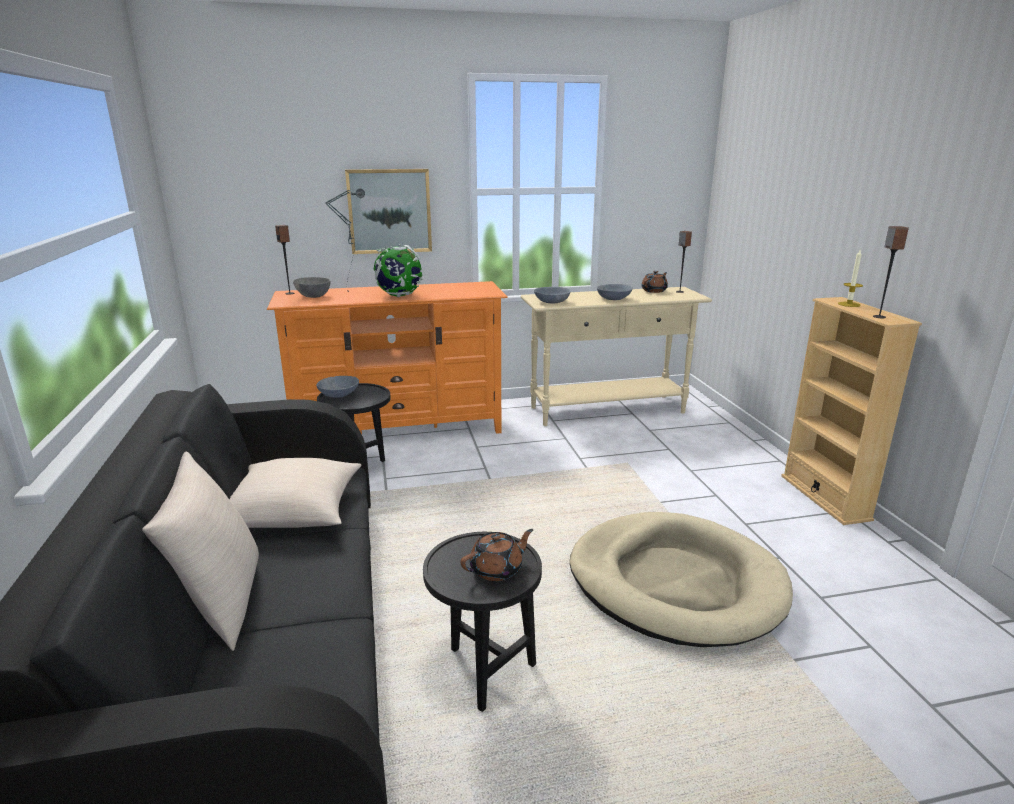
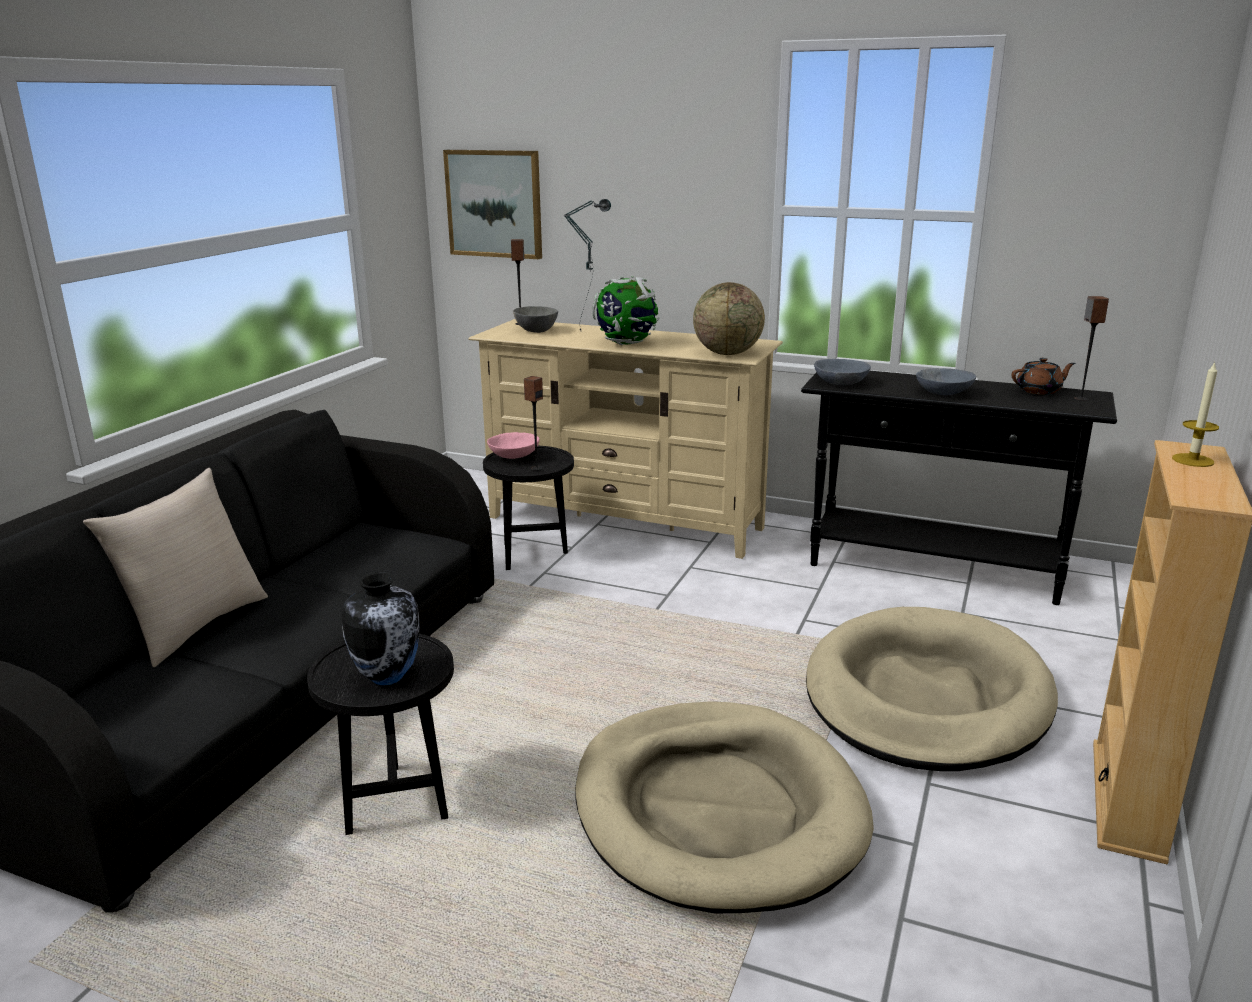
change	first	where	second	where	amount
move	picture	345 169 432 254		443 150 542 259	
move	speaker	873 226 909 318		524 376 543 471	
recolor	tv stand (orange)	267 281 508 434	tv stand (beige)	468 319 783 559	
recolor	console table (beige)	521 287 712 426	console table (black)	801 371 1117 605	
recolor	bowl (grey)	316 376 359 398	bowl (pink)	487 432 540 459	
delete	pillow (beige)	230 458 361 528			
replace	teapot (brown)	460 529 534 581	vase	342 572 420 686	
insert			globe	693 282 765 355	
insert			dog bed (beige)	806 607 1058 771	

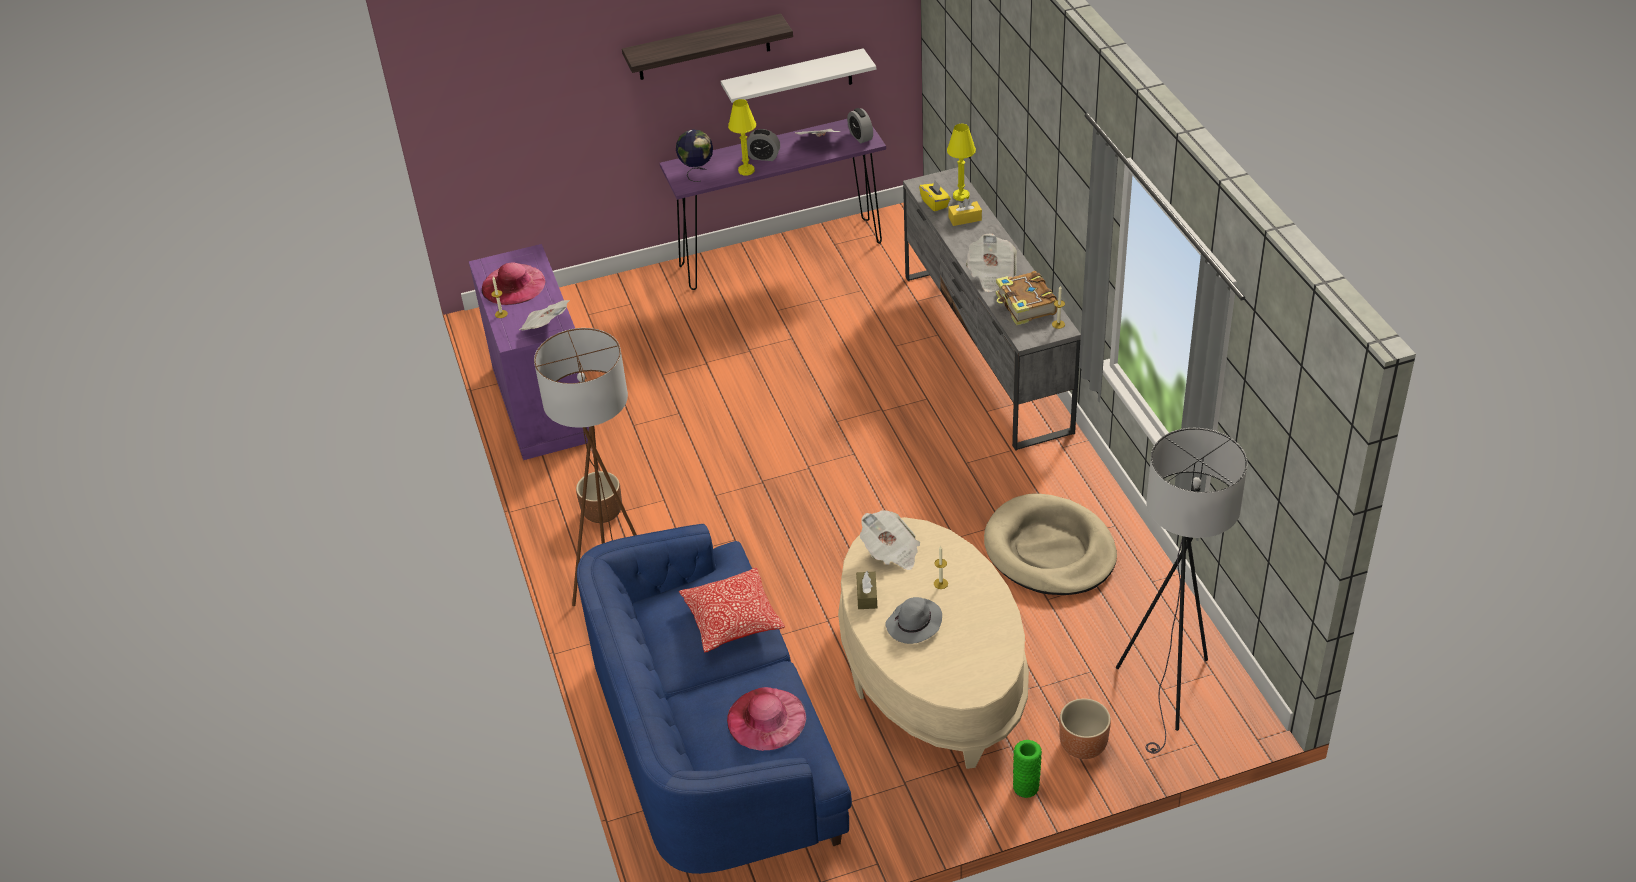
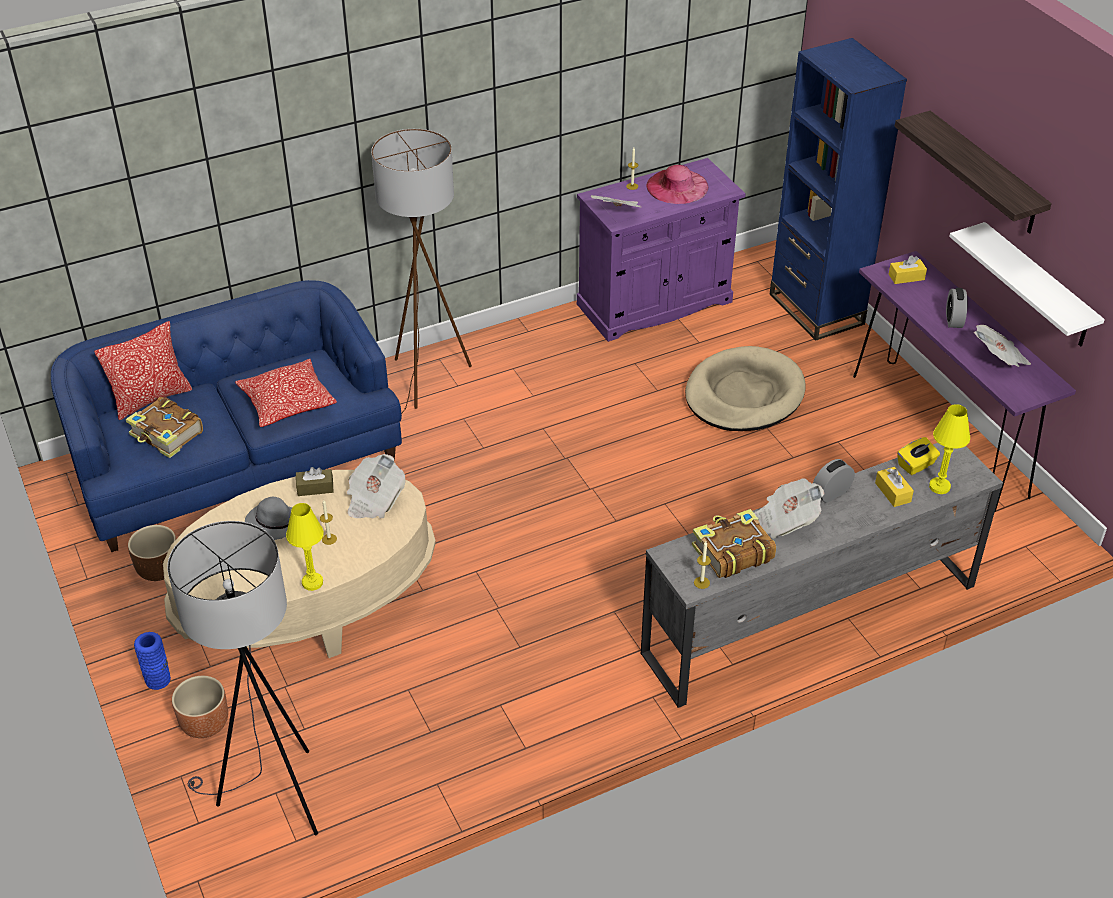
change	first	where	second	where	amount
move	table lamp (yellow)	728 99 756 175		286 503 324 591	
move	alarm clock	847 108 873 143		813 459 855 503	
replace	globe	676 129 713 182	tissue box (yellow)	889 255 927 284	
move	planter (brown)	576 471 622 523		128 525 176 581	
move	dog bed (beige)	984 494 1117 595		685 346 805 431	
replace	hat (pink)	727 687 806 751	book	126 397 203 458	
recolor	vase (green)	1013 740 1042 798	vase (blue)	134 632 171 690	
insert			bookcase (blue)	770 38 907 341	
insert			pillow	94 321 192 420	

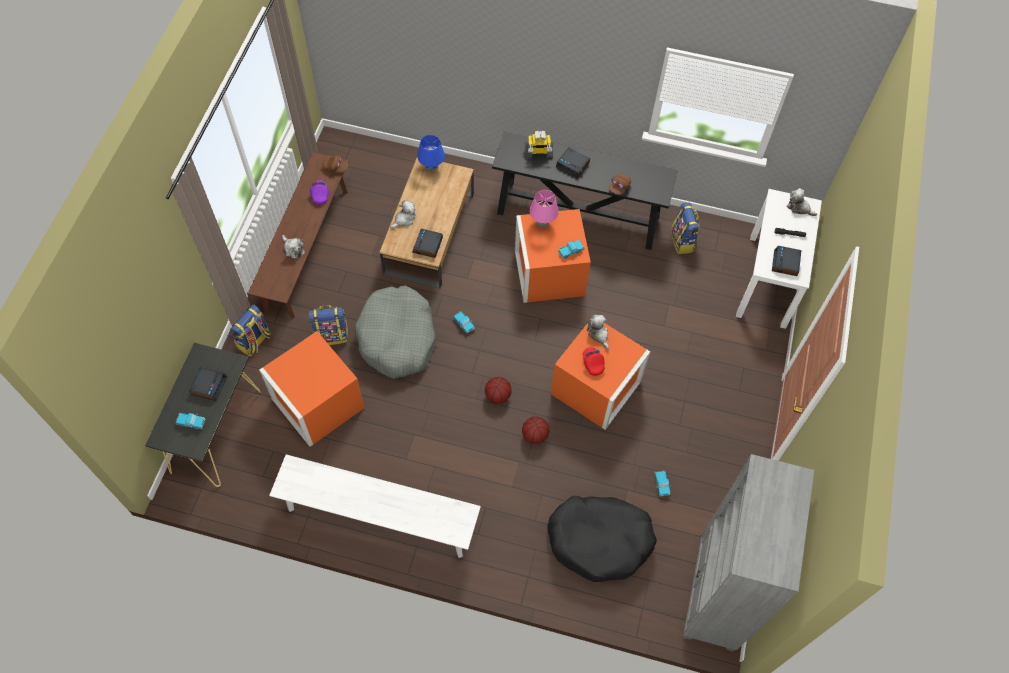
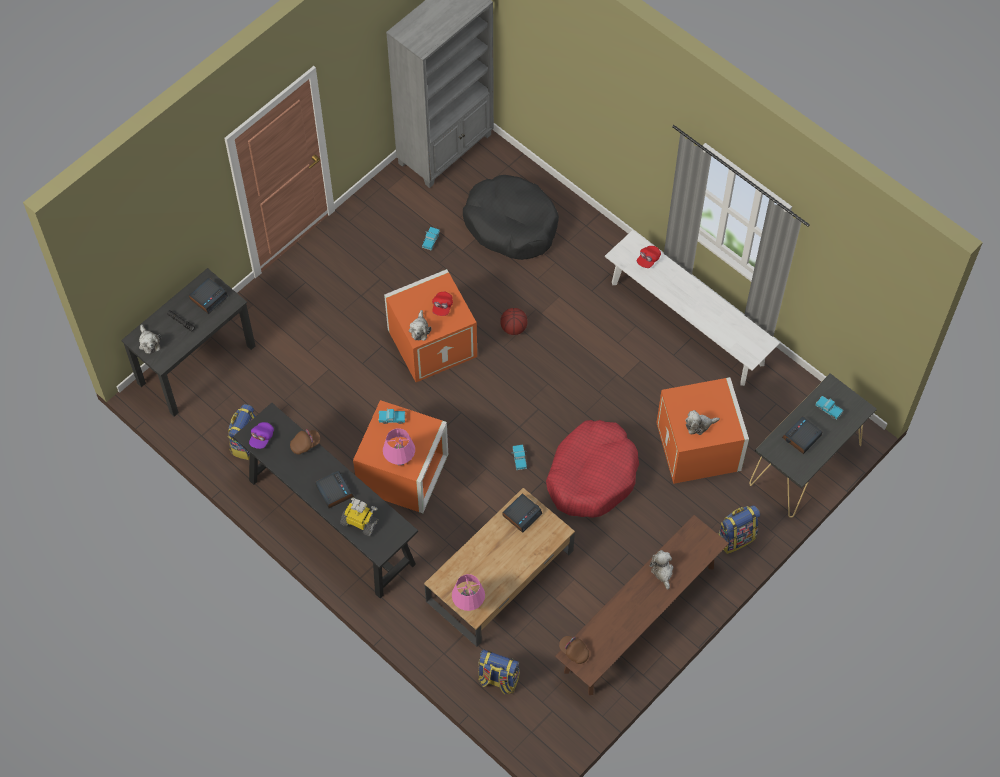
change	first	where	second	where	amount
recolor	table lamp (blue)	417 135 445 172	table lamp (pink)	452 574 485 611	
move	cap (purple)	310 180 329 205		249 422 274 449	
recolor	desk (white)	736 189 822 329	desk (black)	121 268 255 417	
move	plush toy	390 200 416 229		685 410 720 435	
recolor	dog bed (grey)	355 285 437 379	dog bed (red)	546 420 639 518	
move	backpack	308 305 348 345		478 650 520 695	
delete	basketball	485 377 512 404			
insert			cap (red)	637 246 661 268	

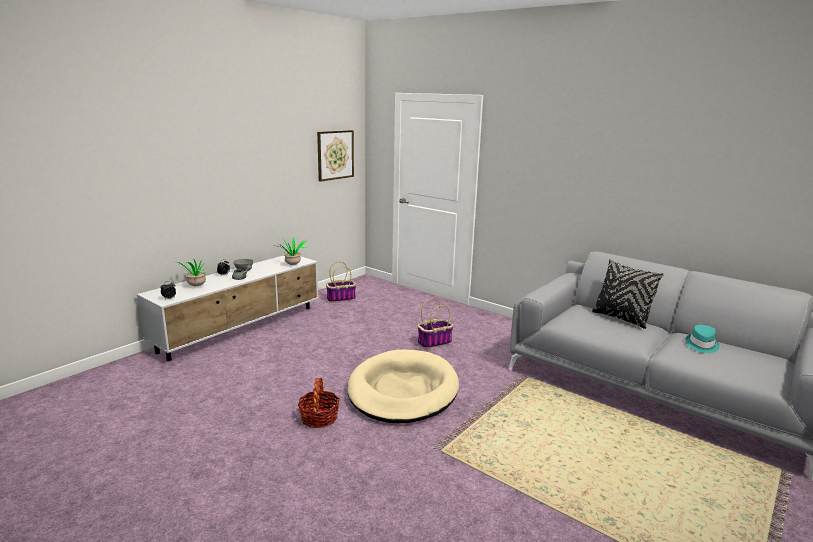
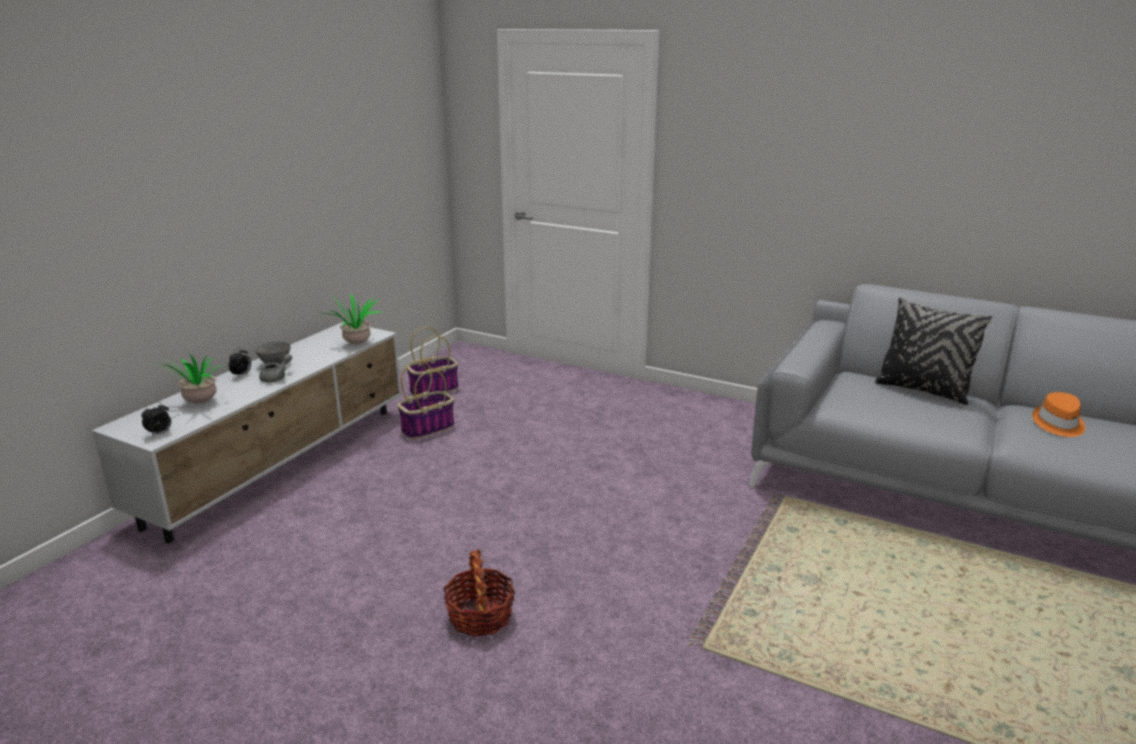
change	first	where	second	where	amount
delete	picture	317 130 354 182			
move	basket	418 298 453 349		397 360 454 440	
recolor	hat (turquoise)	685 325 719 353	hat (orange)	1032 392 1085 437	
delete	dog bed (beige)	347 349 459 423			

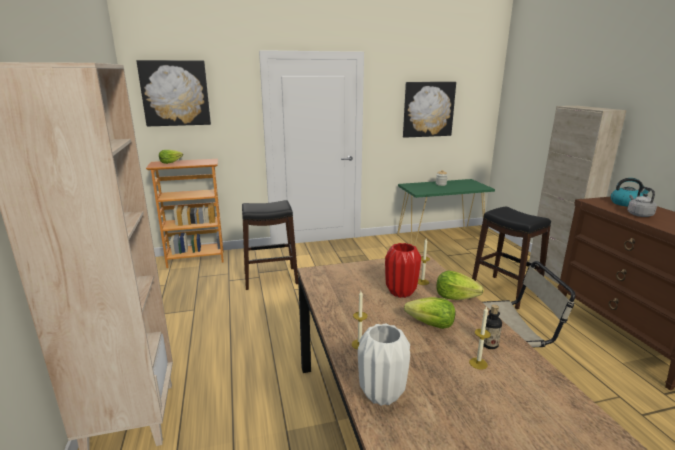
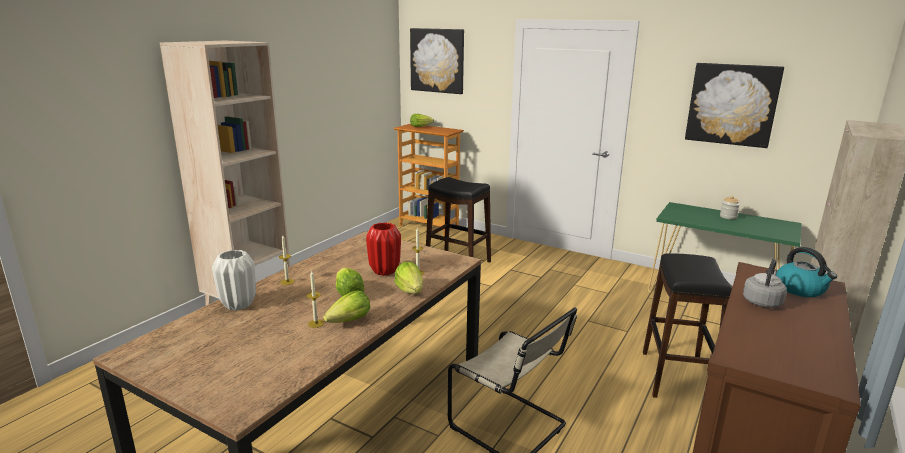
change	first	where	second	where	amount
replace	bottle	483 305 502 349	lettuce	323 291 370 323	

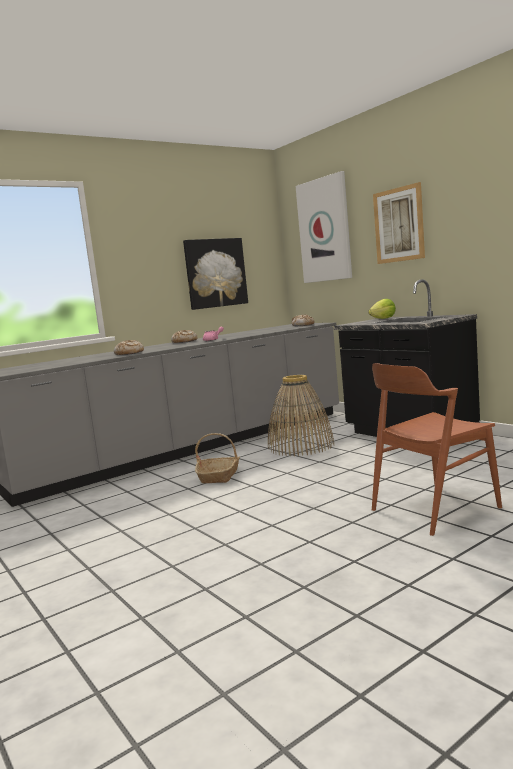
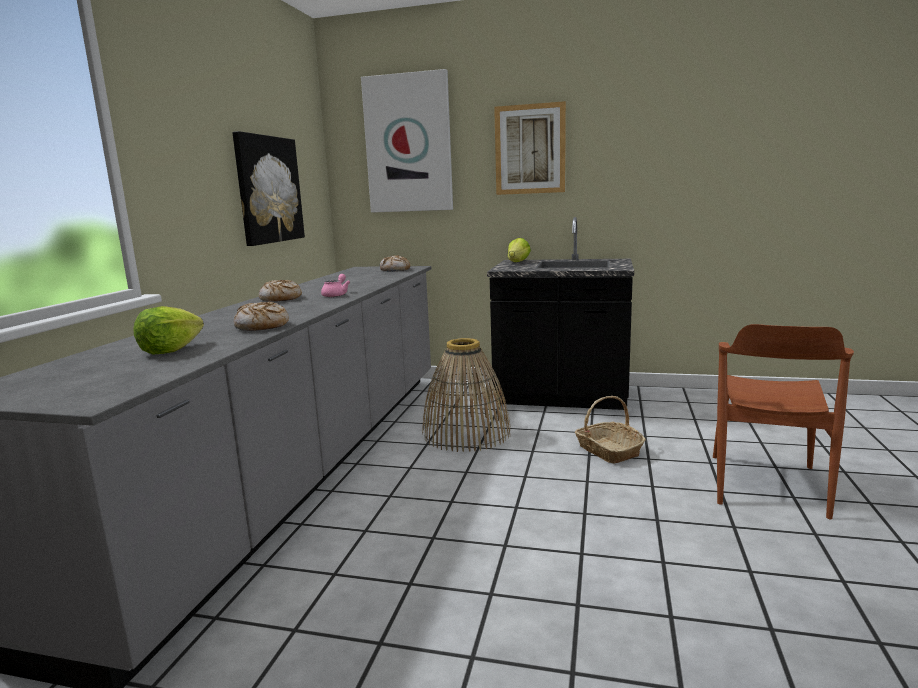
change	first	where	second	where	amount
move	basket	195 433 240 483		575 396 646 464	
insert			lettuce	134 306 204 355	

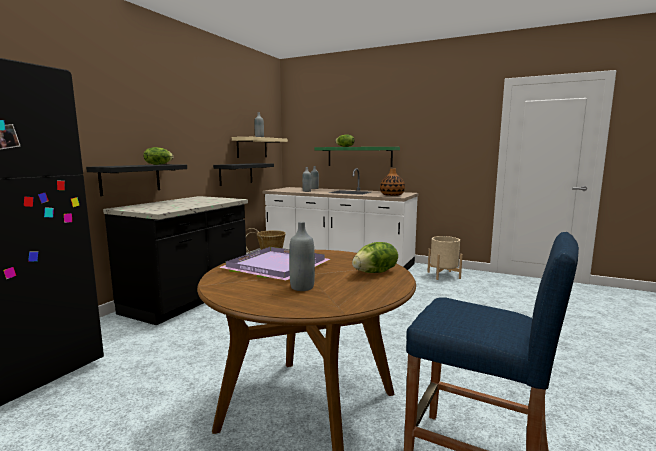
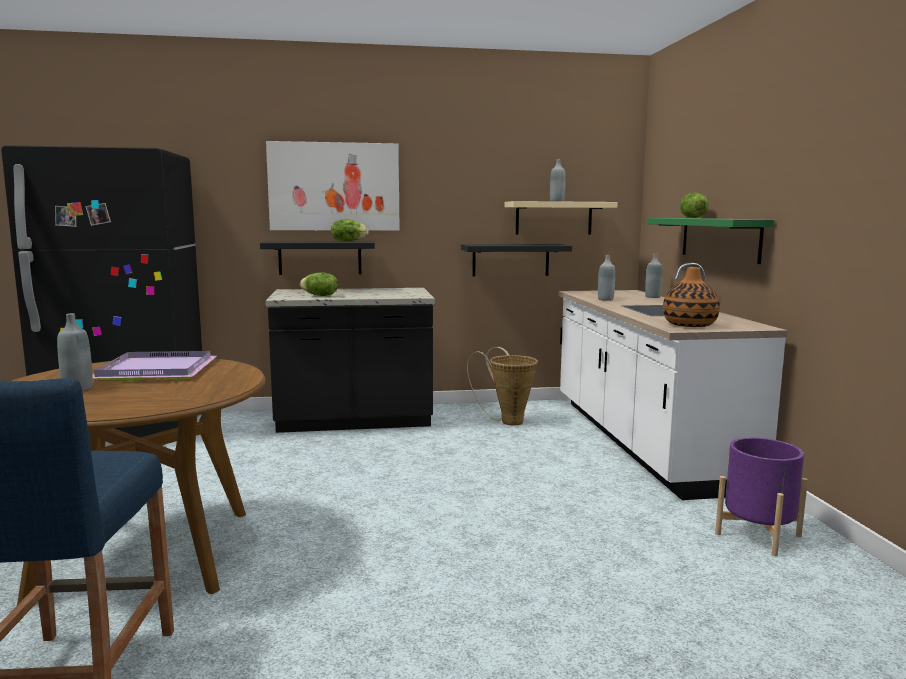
change	first	where	second	where	amount
recolor	planter (beige)	427 236 463 280	planter (purple)	715 437 808 556	
move	lettuce	352 242 398 273		300 272 338 296	
insert			picture	266 141 399 230	

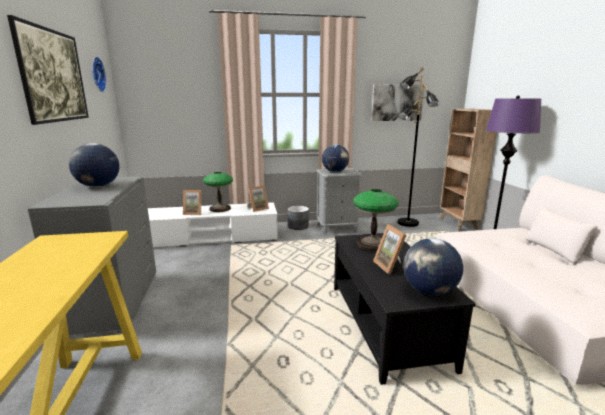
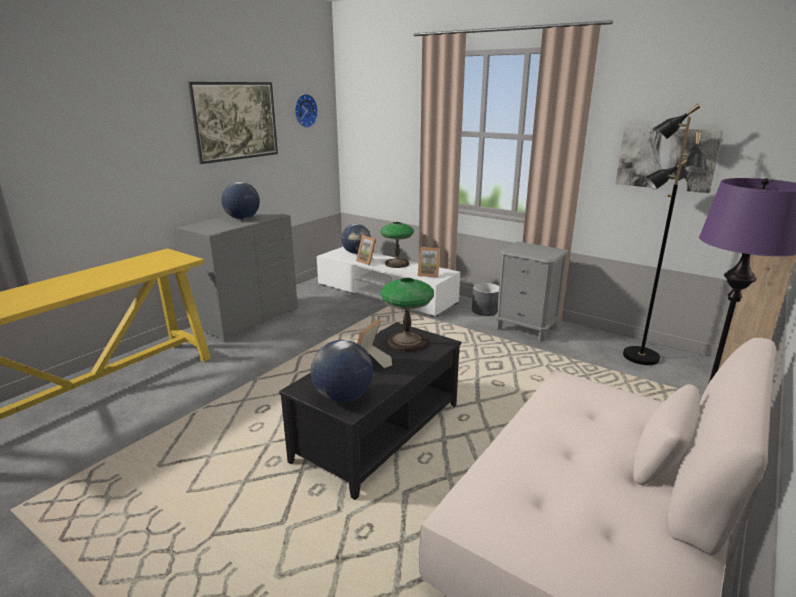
change	first	where	second	where	amount
move	globe	322 145 349 172		341 224 371 254	

